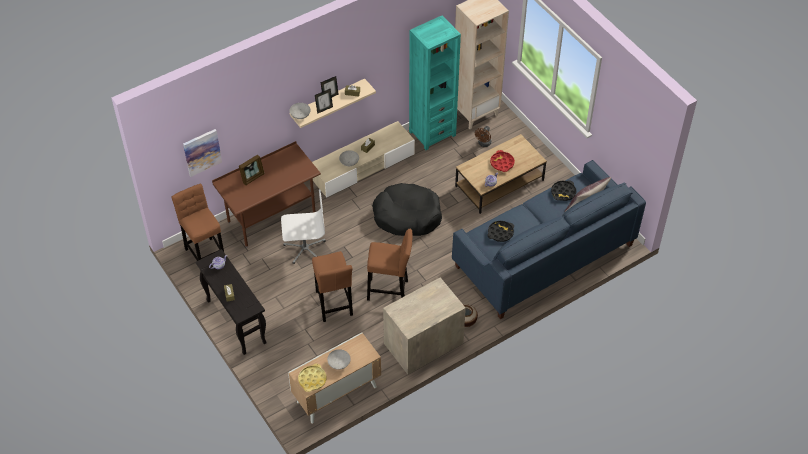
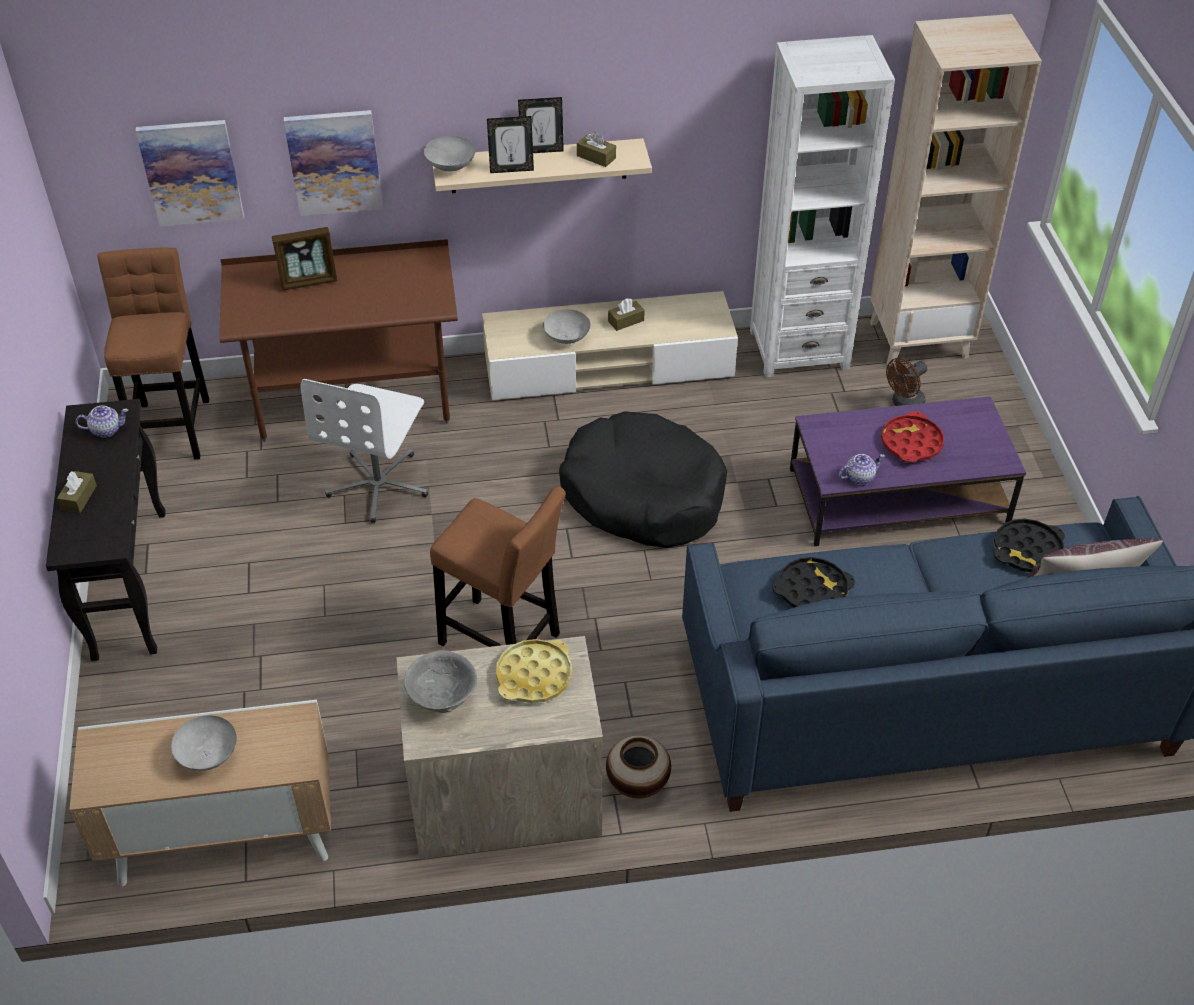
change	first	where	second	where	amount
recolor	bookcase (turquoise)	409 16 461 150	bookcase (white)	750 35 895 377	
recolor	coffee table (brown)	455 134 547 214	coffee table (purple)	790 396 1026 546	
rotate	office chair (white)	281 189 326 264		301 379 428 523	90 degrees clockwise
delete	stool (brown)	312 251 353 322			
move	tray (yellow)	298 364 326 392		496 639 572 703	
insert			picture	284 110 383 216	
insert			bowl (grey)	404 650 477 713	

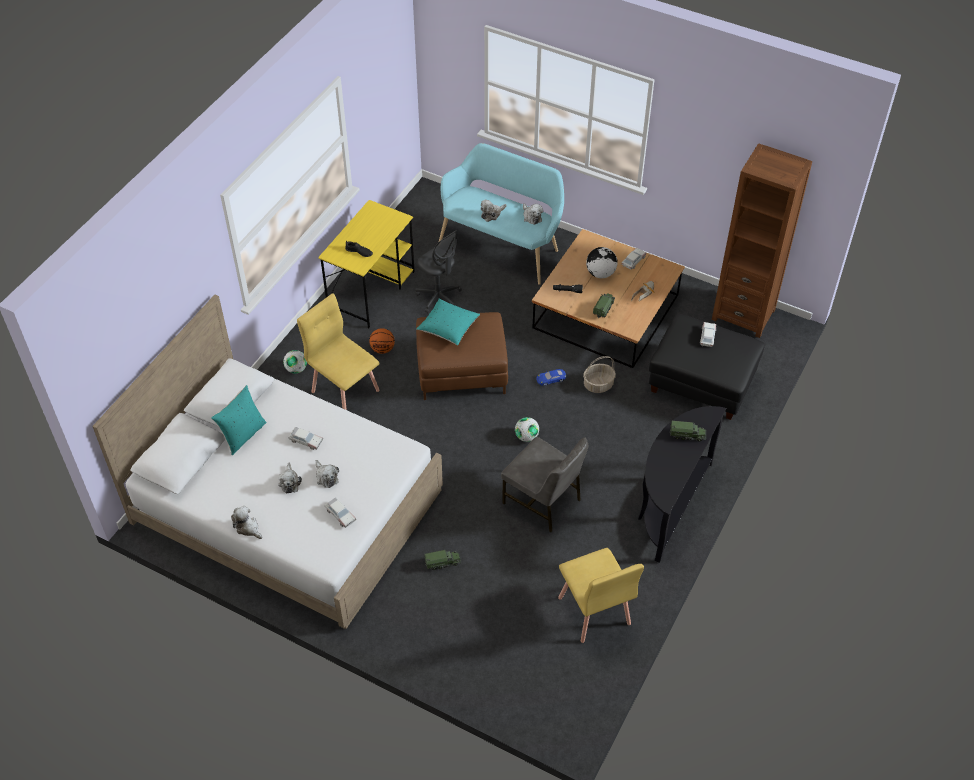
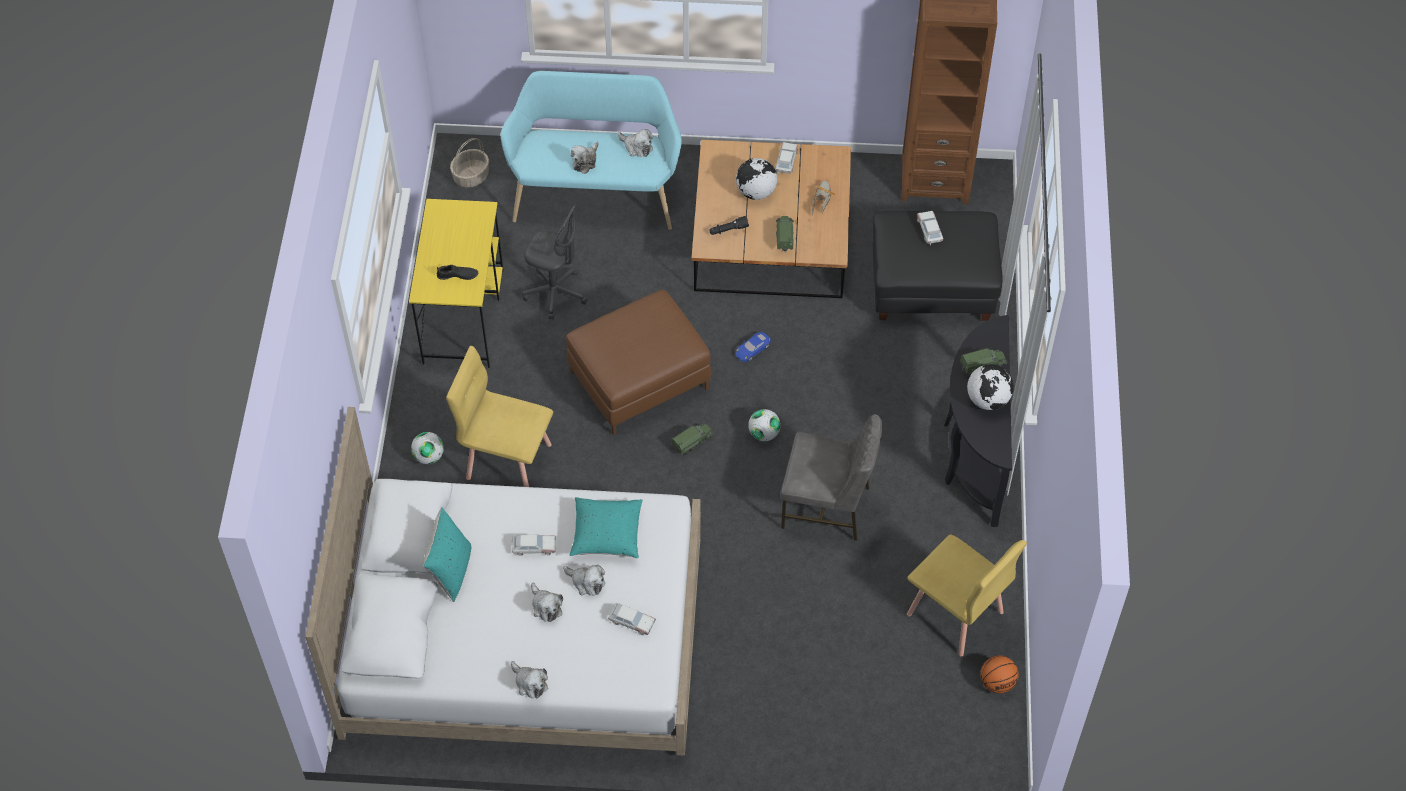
change	first	where	second	where	amount
move	pillow (turquoise)	416 298 480 345		570 497 643 558	
move	basketball	369 328 395 354		980 655 1019 694	
move	basket	583 356 616 393		450 138 489 188	
rotate	plush toy	231 506 262 539		511 661 548 698	150 degrees counterclockwise
move	toy truck	424 550 461 570		671 423 714 455	
insert			globe	967 364 1014 410	

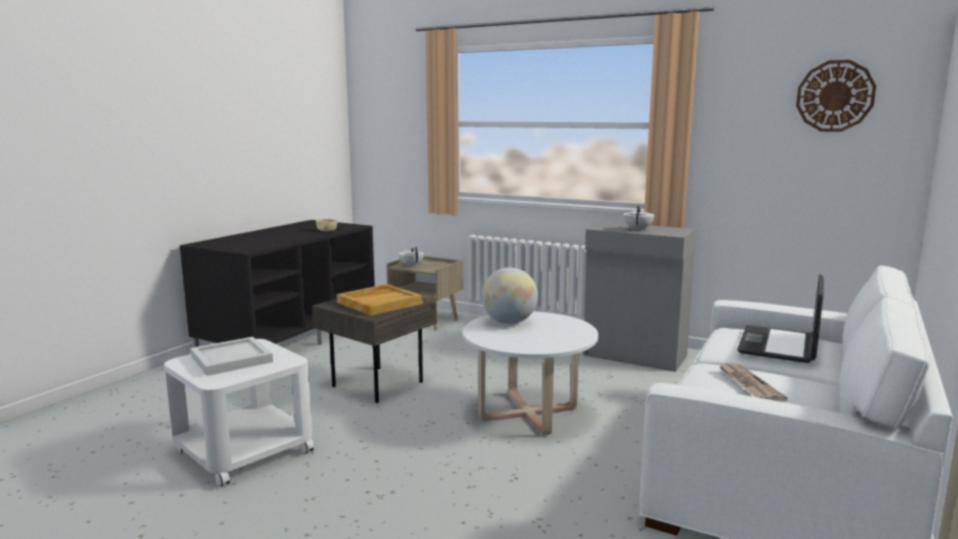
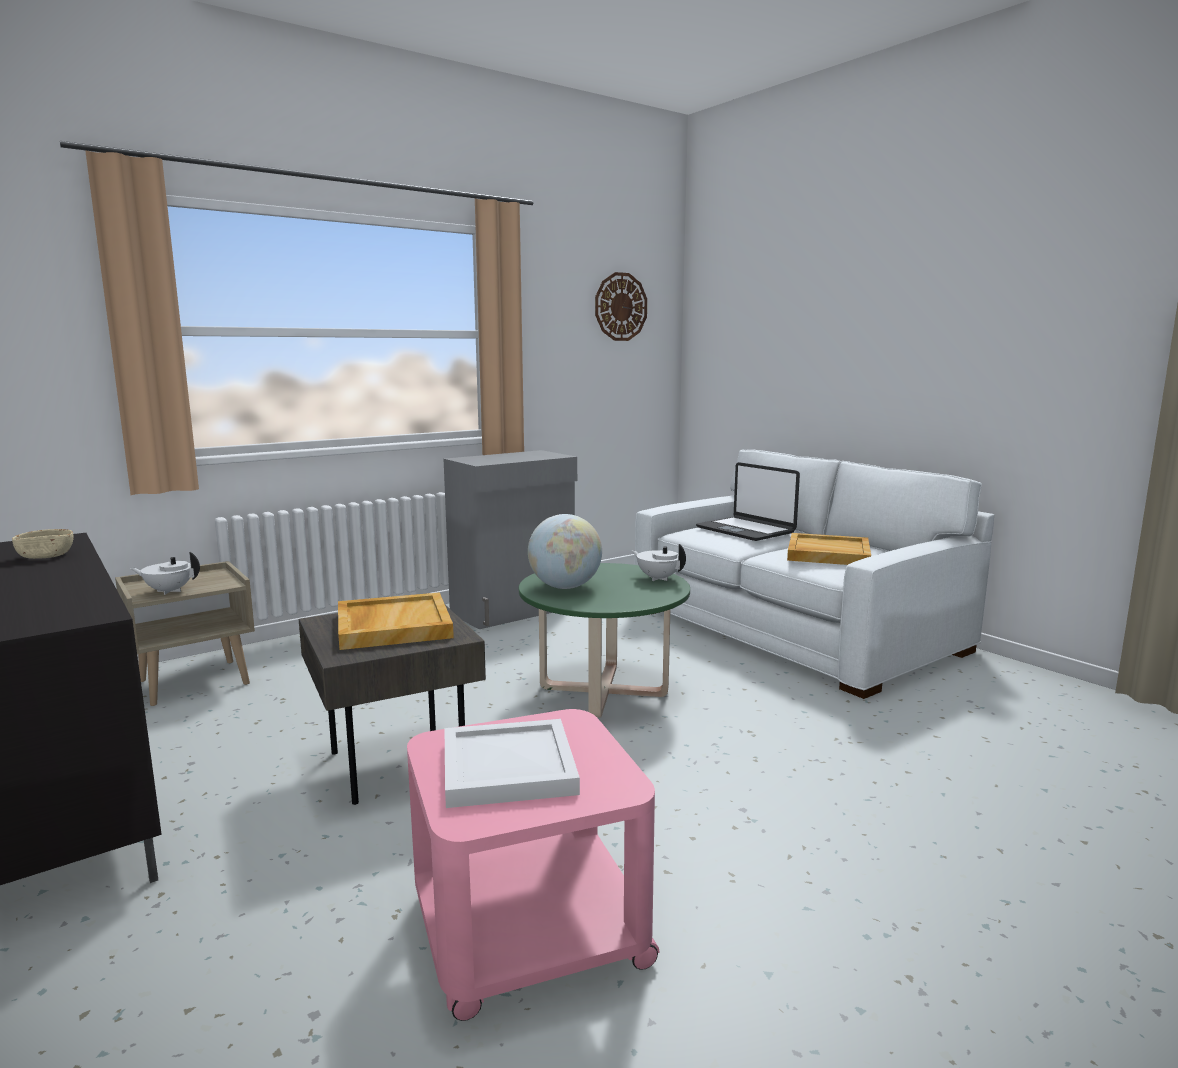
change	first	where	second	where	amount
move	teapot (white)	623 206 654 231		631 544 686 581	
recolor	coffee table (white)	462 312 598 435	coffee table (green)	519 563 690 718	
recolor	side table (white)	164 339 314 487	side table (pink)	407 709 660 1021	
replace	newspaper	718 362 788 402	tray (beige)	787 533 871 565	

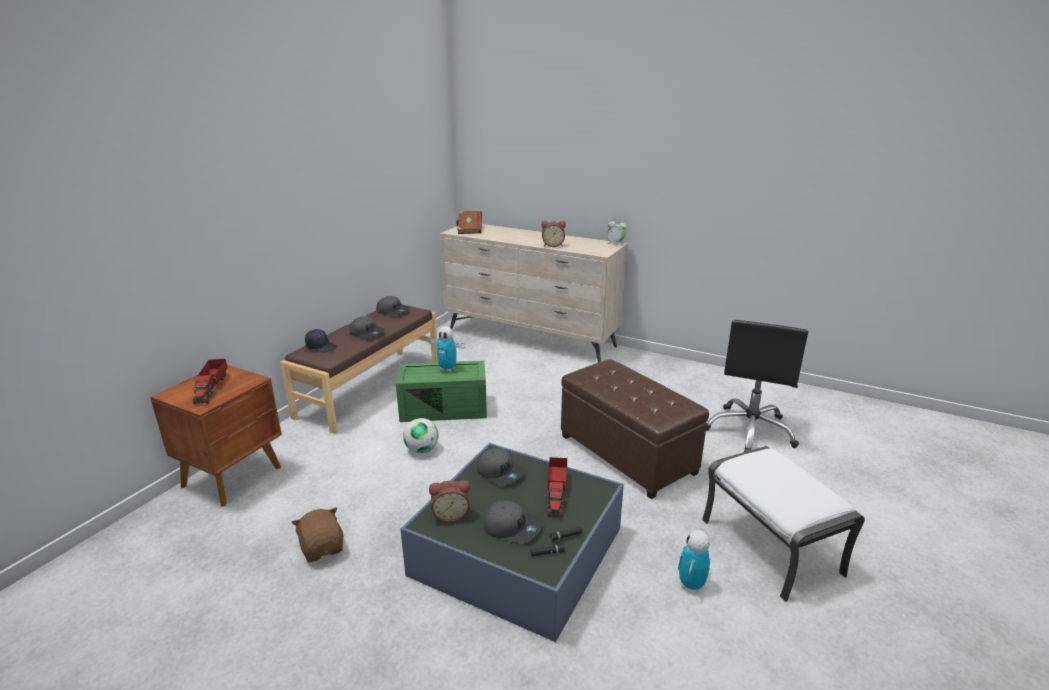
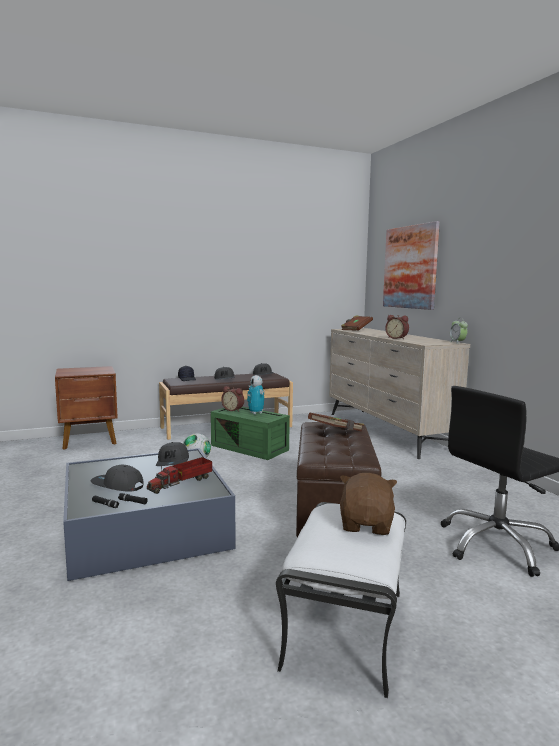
change	first	where	second	where	amount
delete	toy truck	193 359 228 404			
move	alarm clock	429 480 470 523		221 386 244 412	
rotate	cap (grey)	483 501 542 543		91 465 144 492	135 degrees clockwise
move	plush toy (brown)	292 507 343 562		340 473 397 535	
delete	toy robot	678 530 710 593			
insert			picture	383 221 440 310	
insert			book (brown)	308 413 364 432	

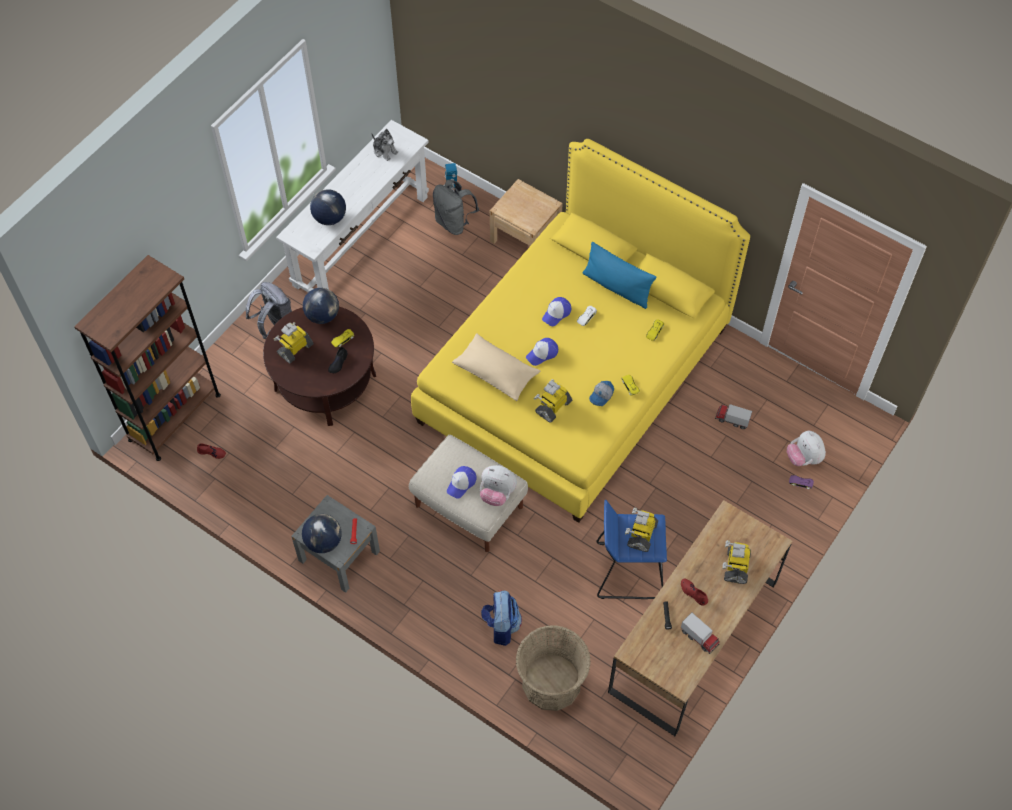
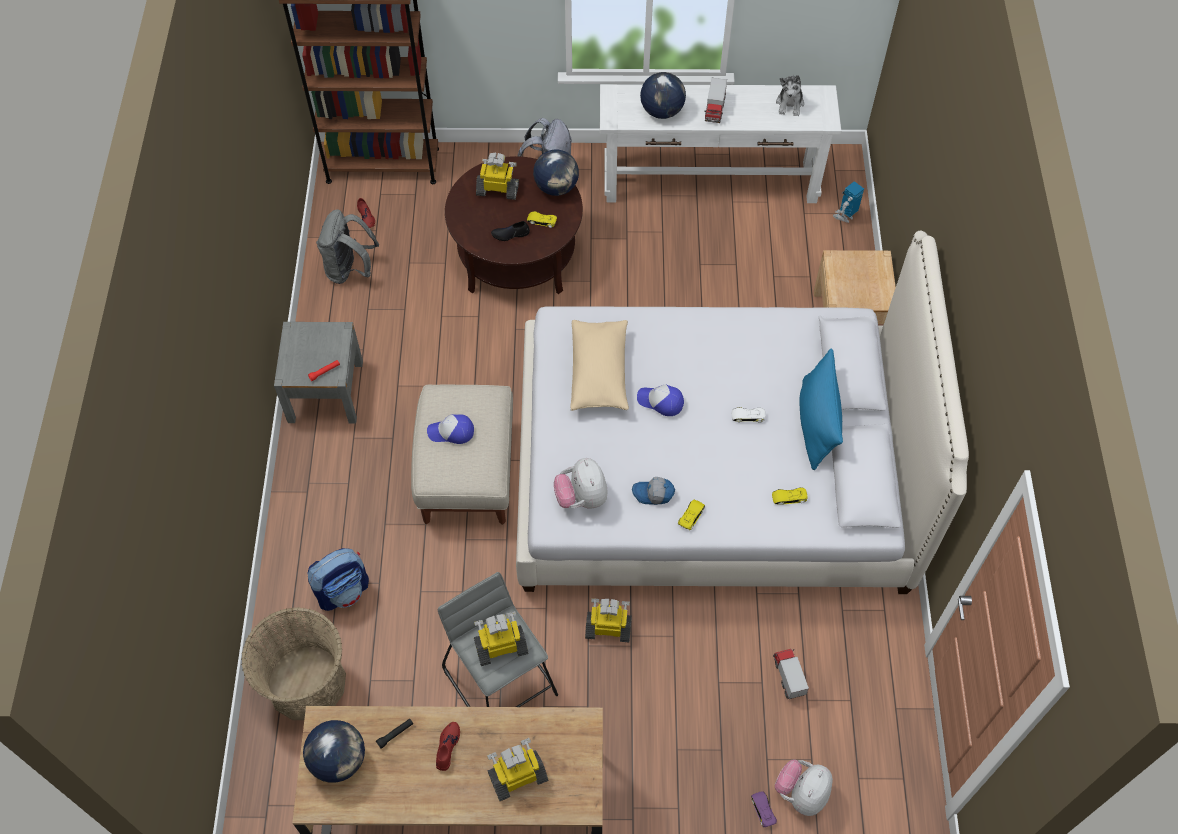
change	first	where	second	where	amount
recolor	bed (yellow)	411 139 750 523	bed (white)	516 231 969 594	
move	backpack (grey)	433 180 479 235		316 209 379 284	
delete	cap	542 297 571 326			
move	toy robot	534 379 572 423		585 598 632 642	
move	plush toy	480 465 517 506		554 458 608 509	
recolor	stool (blue)	596 500 667 599	stool (grey)	438 572 558 707	
move	globe	302 514 342 553		303 720 365 783	
move	toy truck	681 613 719 654		705 78 727 123	

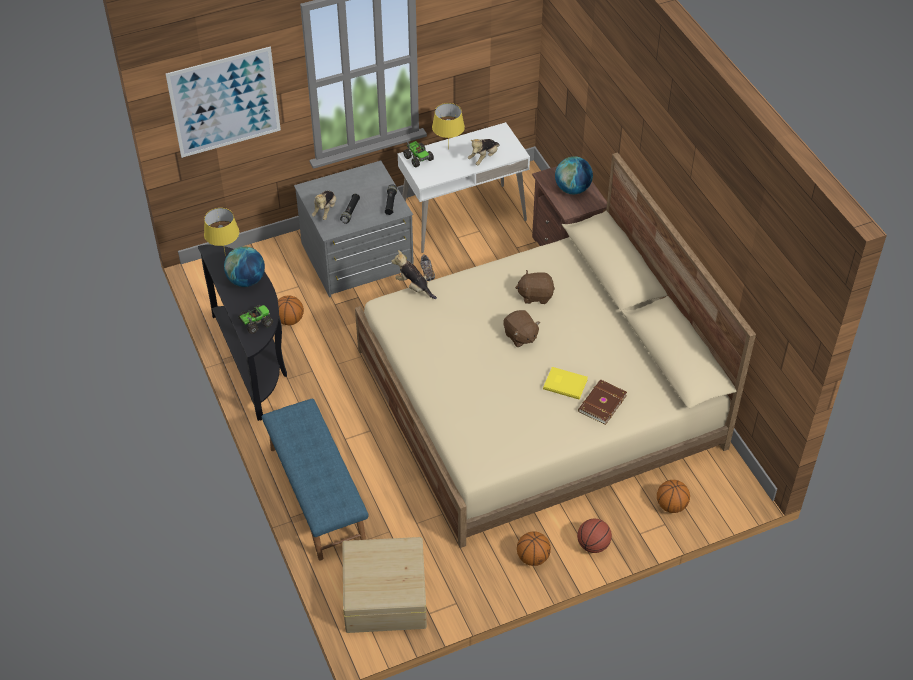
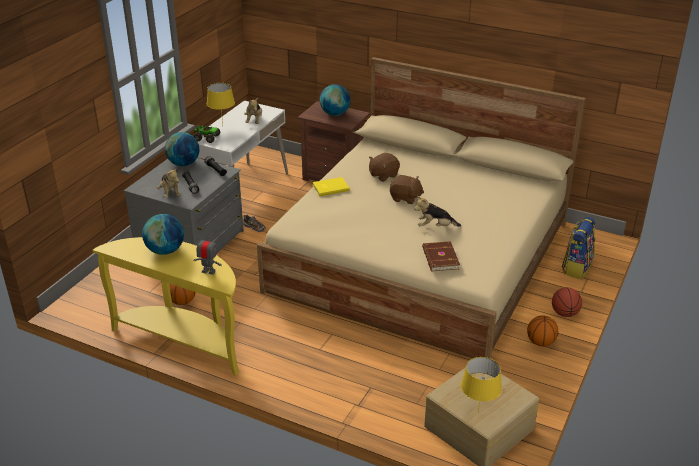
change	first	where	second	where	amount
delete	picture	166 47 281 158			
move	table lamp (yellow)	204 208 239 256		461 357 502 414	
recolor	console table (black)	198 245 287 421	console table (yellow)	93 237 239 376	
move	plush toy	391 250 437 299		414 196 461 227	
replace	toy truck	238 305 273 334	toy robot	193 236 222 275	
move	book (yellow)	543 367 588 399		312 177 350 196	
move	book (brown)	578 379 627 425		422 241 460 271	
delete	bench (blue)	262 399 369 561			
replace	basketball	657 480 690 513	backpack	562 217 595 279	
insert			globe	165 132 199 166	

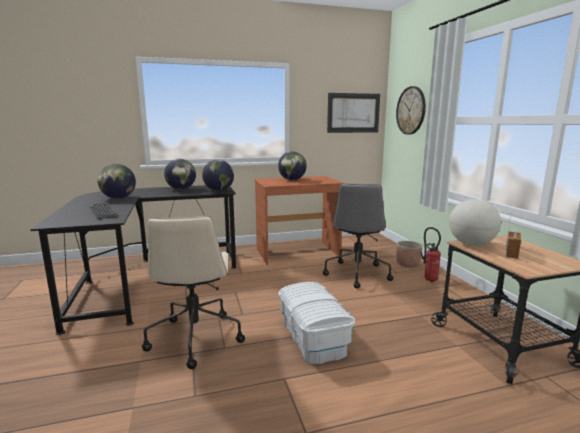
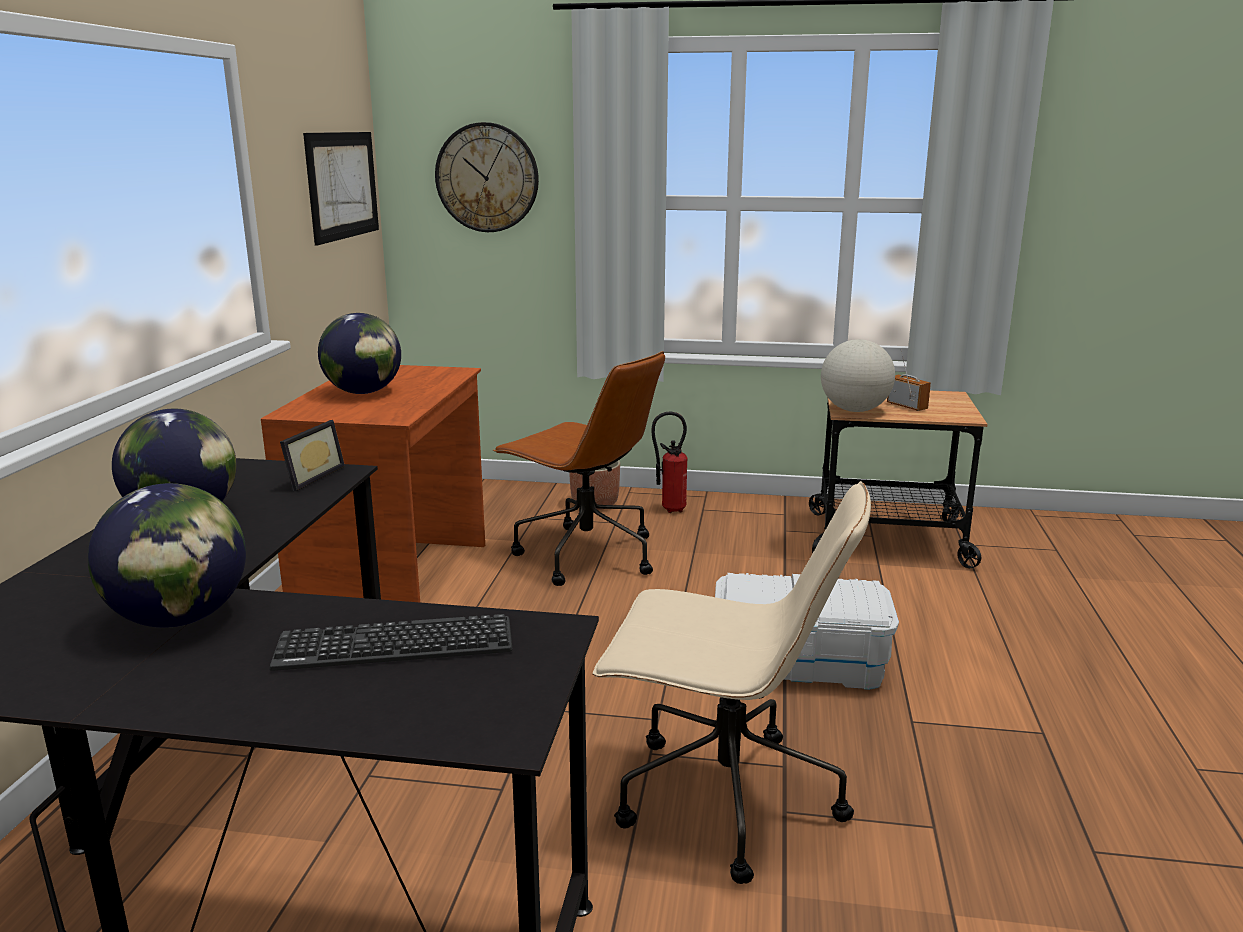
change	first	where	second	where	amount
replace	globe	202 160 234 191	picture frame	280 420 345 491	
recolor	office chair (grey)	323 183 393 289	office chair (brown)	493 351 665 586	

